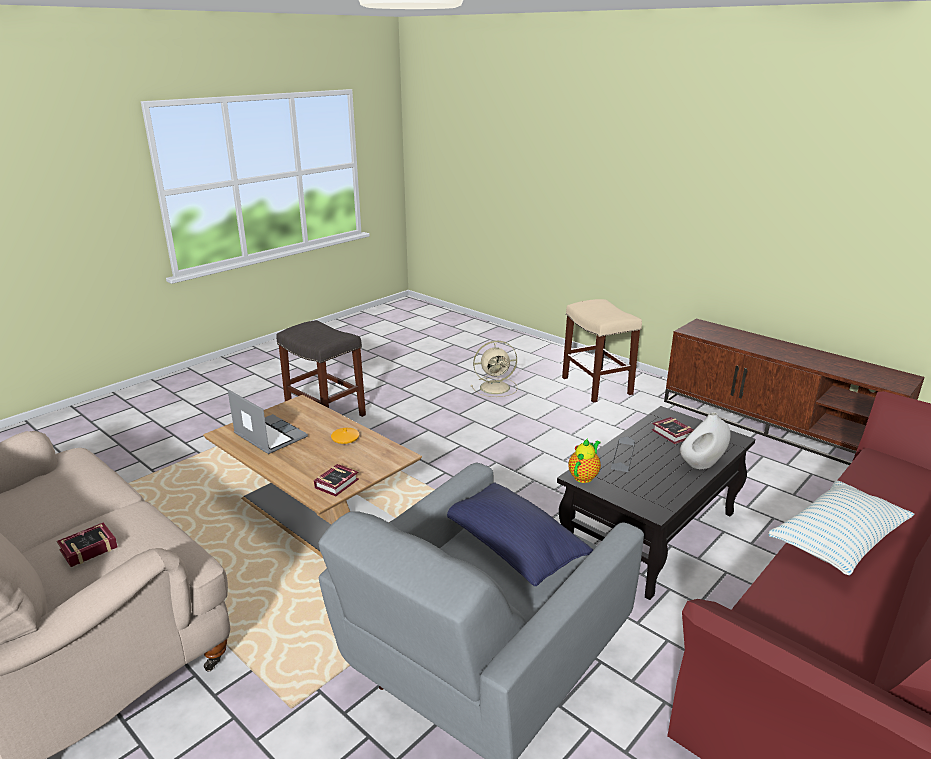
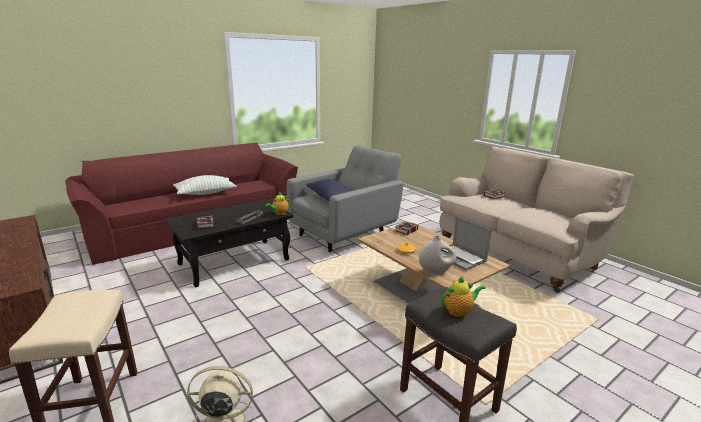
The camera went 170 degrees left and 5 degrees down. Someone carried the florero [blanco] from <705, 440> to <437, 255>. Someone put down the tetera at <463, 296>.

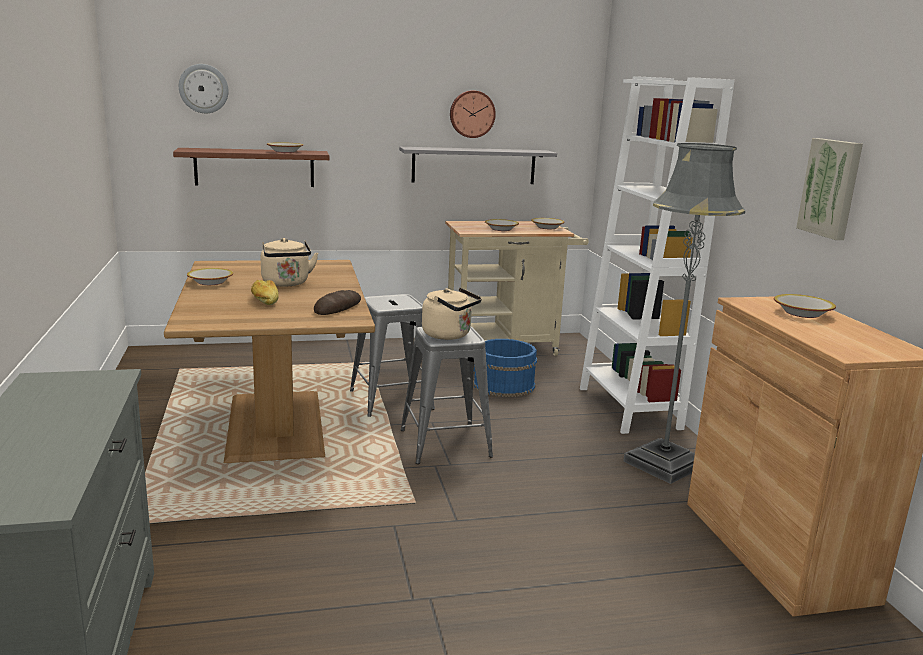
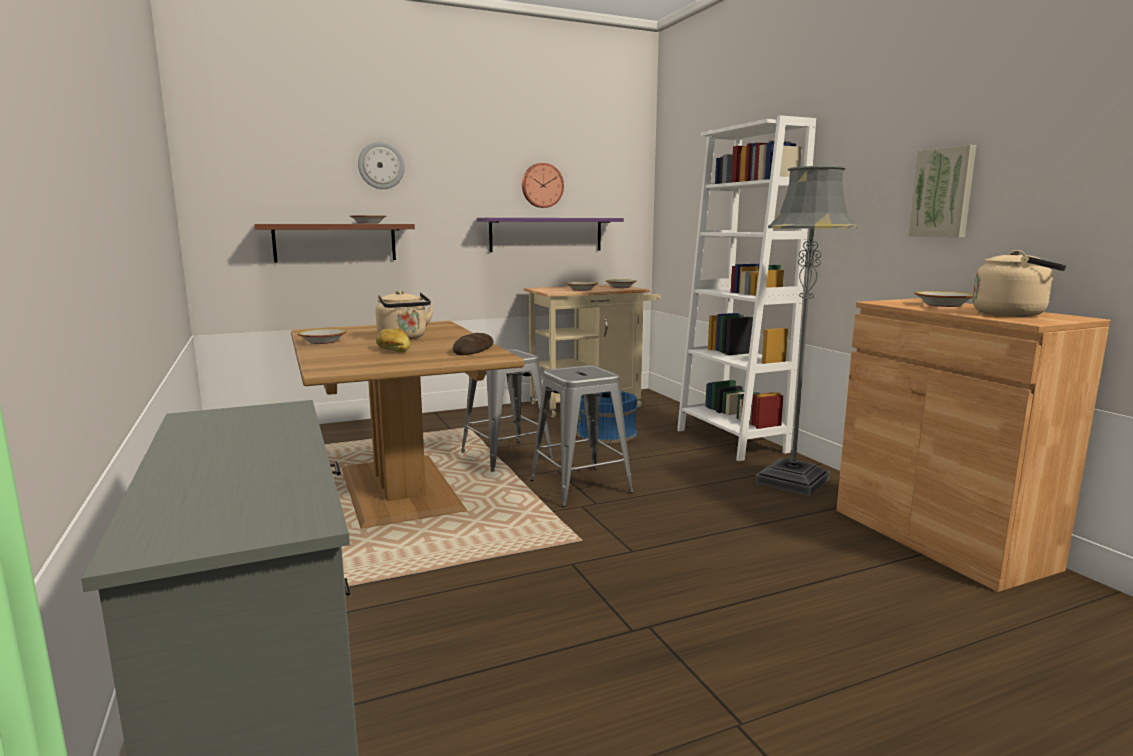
The camera went 10 degrees left and 5 degrees down. Someone carried the reloj de pared from <204, 88> to <381, 165>. Someone repainted the estante [gris] at <478, 165>, which became the estante [morado] at <550, 235>. Someone carried the hervidor [beis] from <452, 314> to <1020, 283>.

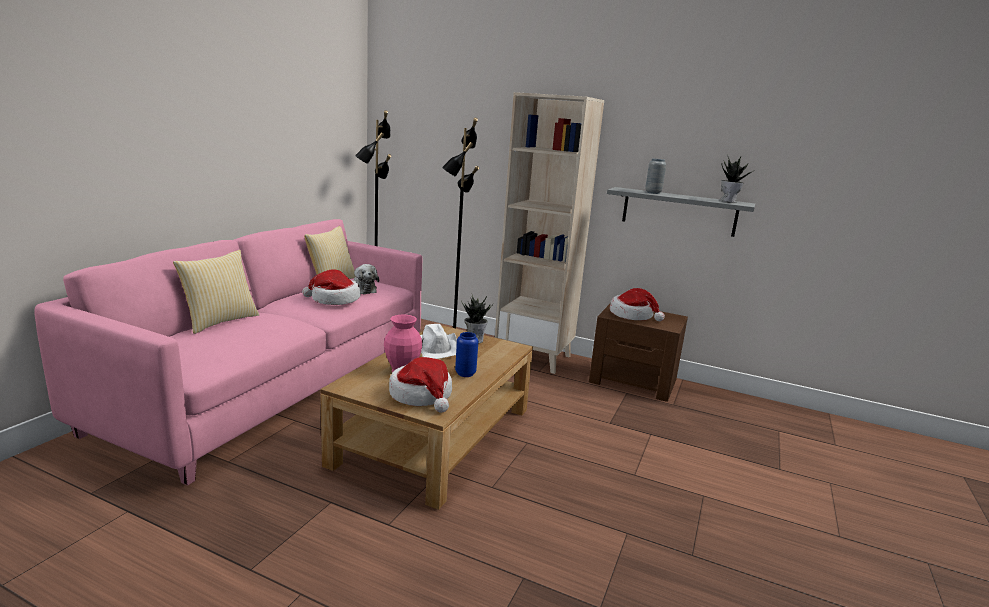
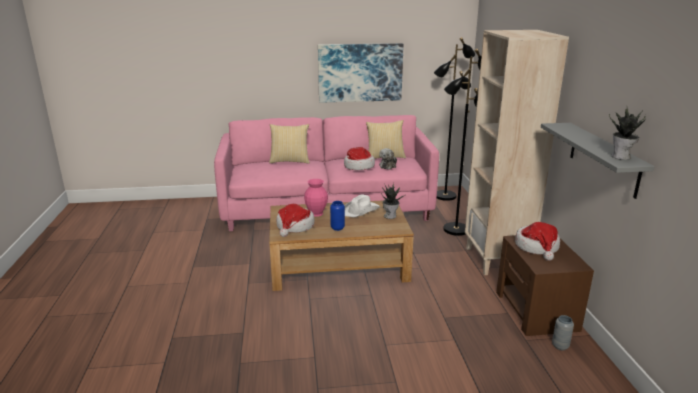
The camera went 60 degrees right and 5 degrees up. Someone put up the cuadro at <361, 73>. Someone carried the florero [gris] from <655, 176> to <563, 332>.

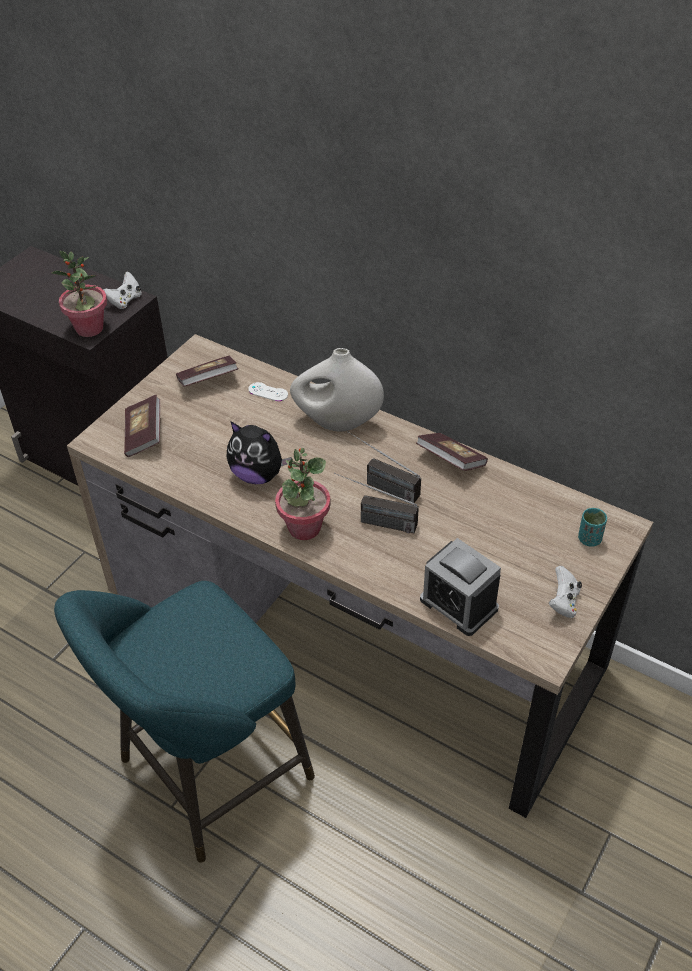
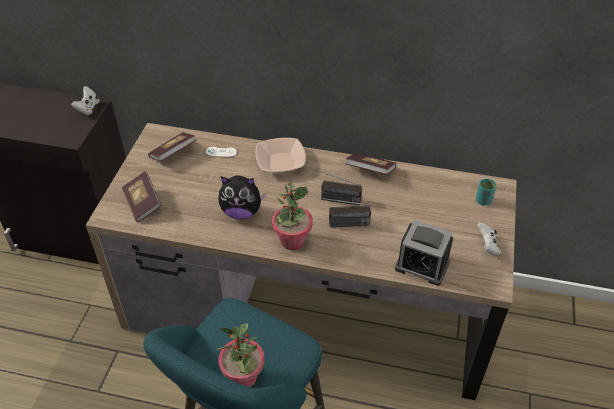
The camera went 20 degrees left and 0 degrees up. Someone carried the planta en maceta from <79, 294> to <241, 355>. Someone swapped the florero [blanco] at <337, 390> for the cuenco at <281, 155>.

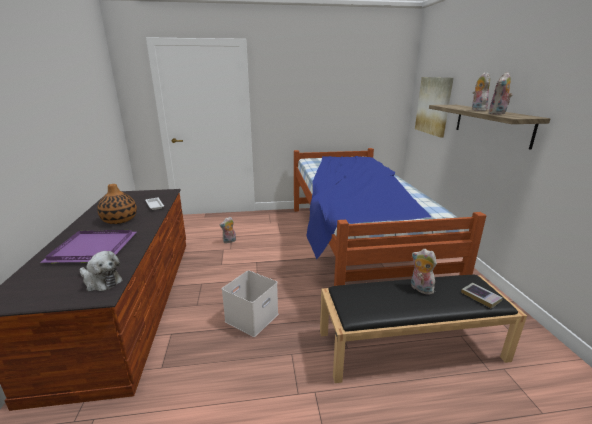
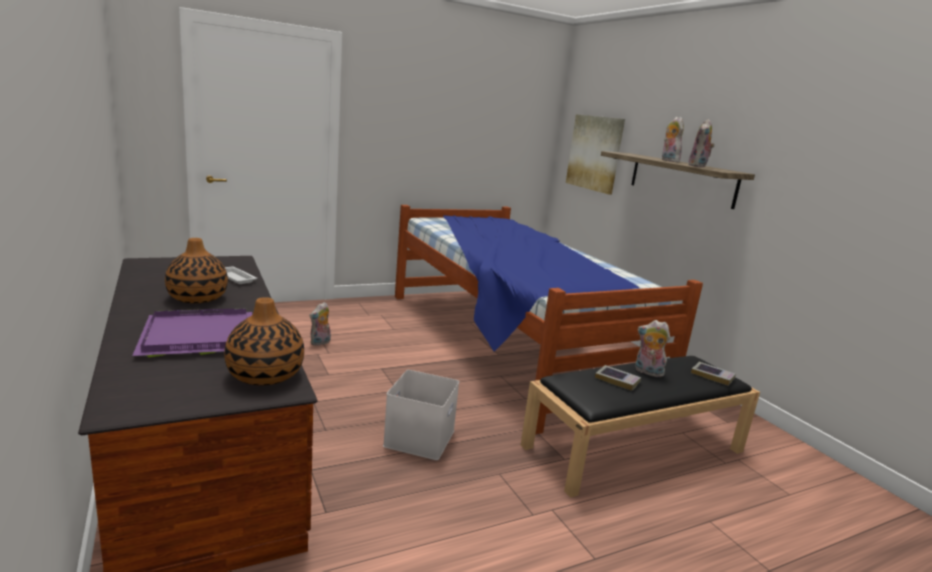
The camera went 20 degrees left and 5 degrees down. Someone swapped the peluche at <101, 271> for the florero at <264, 341>. Someone put down the libro at <618, 378>.

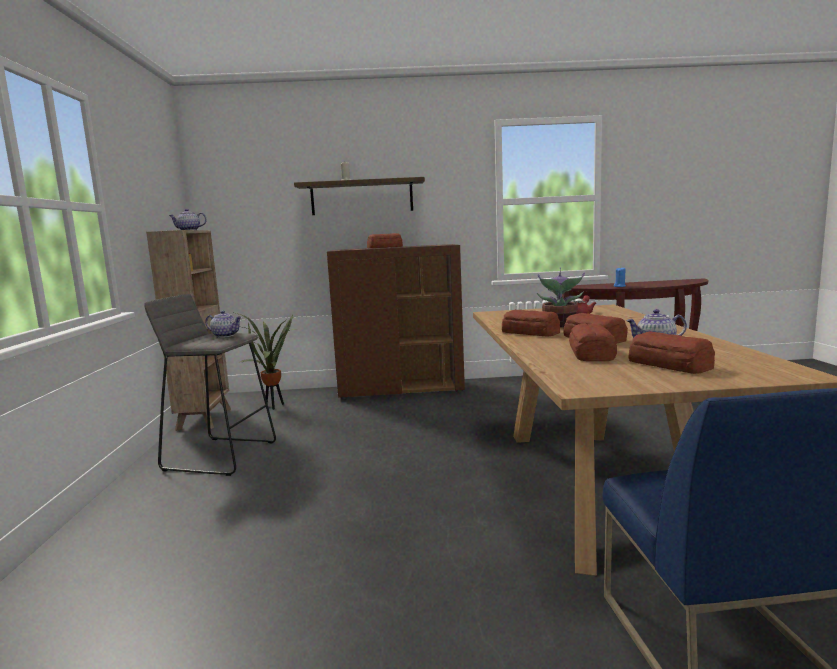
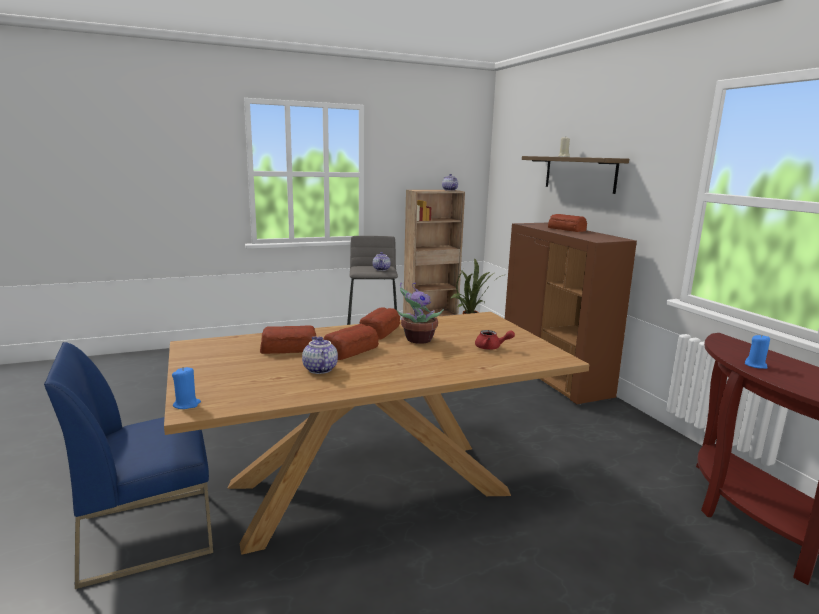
The camera went 70 degrees right and 5 degrees up. Someone put down the vela [azul] at <186, 388>. Someone took away the pan at <671, 352>.

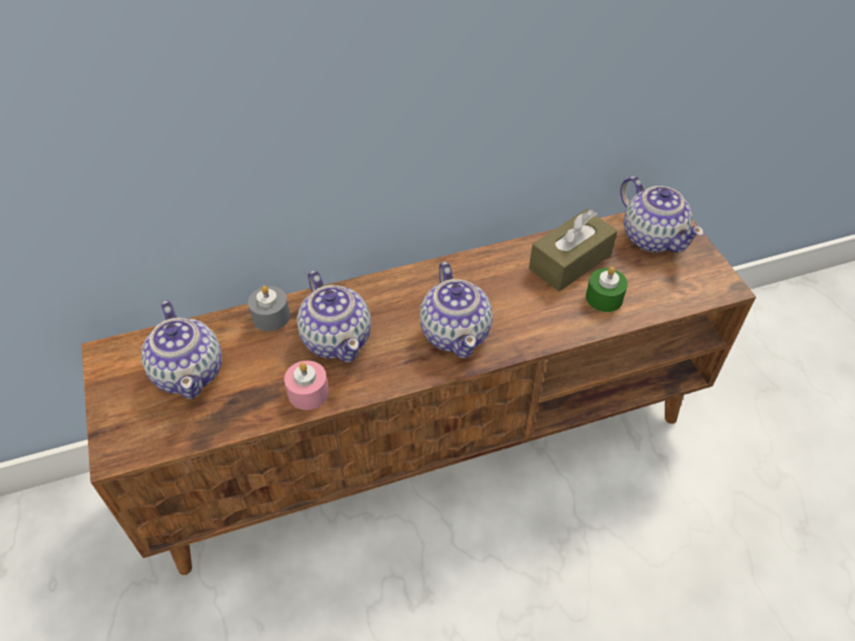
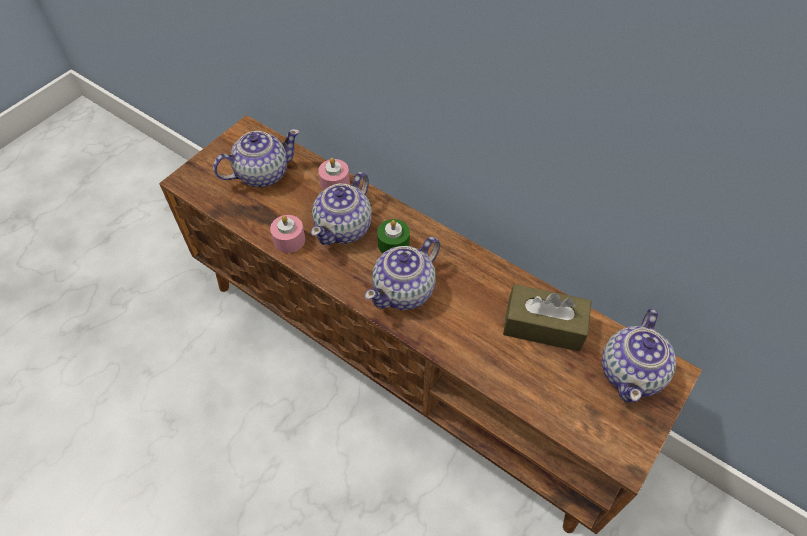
The camera went 55 degrees right and 5 degrees up. Someone rotated the tetera at <181, 350> by 150 degrees counterclockwise. Someone repainted the vela [gris] at <269, 308>, which became the vela [rosa] at <334, 174>. Someone carried the vela [verde] from <607, 289> to <393, 236>.

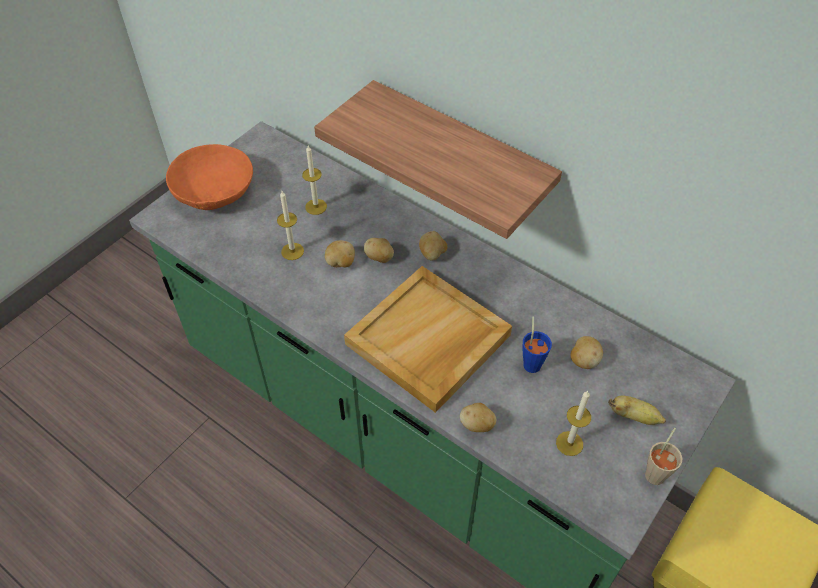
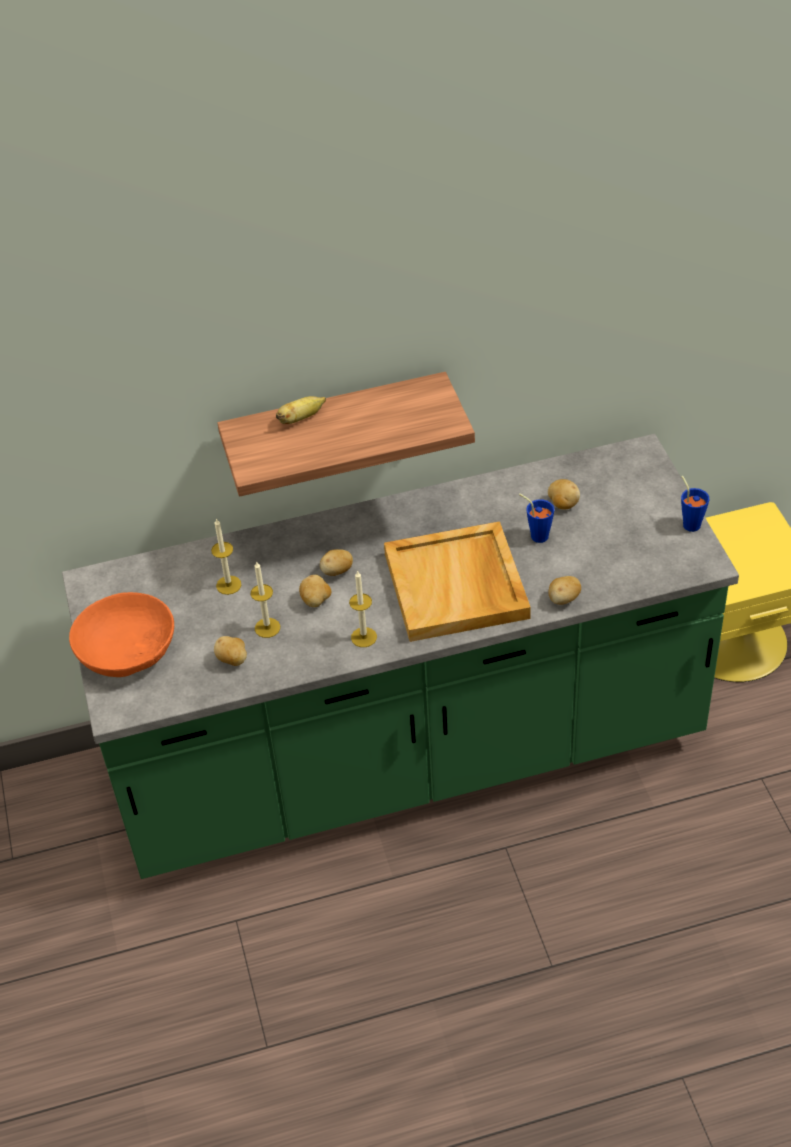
The camera went 50 degrees left and 5 degrees down. Someone carried the patata from <433, 245> to <230, 651>. Someone carried the plátano from <637, 410> to <301, 410>. Someone carried the vela from <573, 423> to <363, 608>. Someone repainted the taza [beis] at <663, 456>, which became the taza [azul] at <695, 504>.

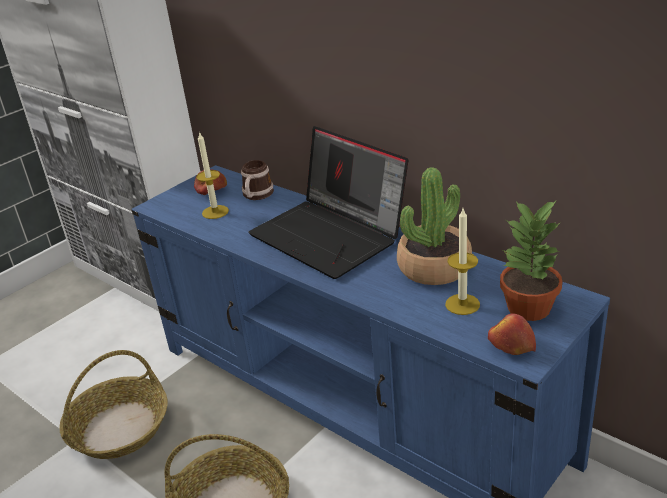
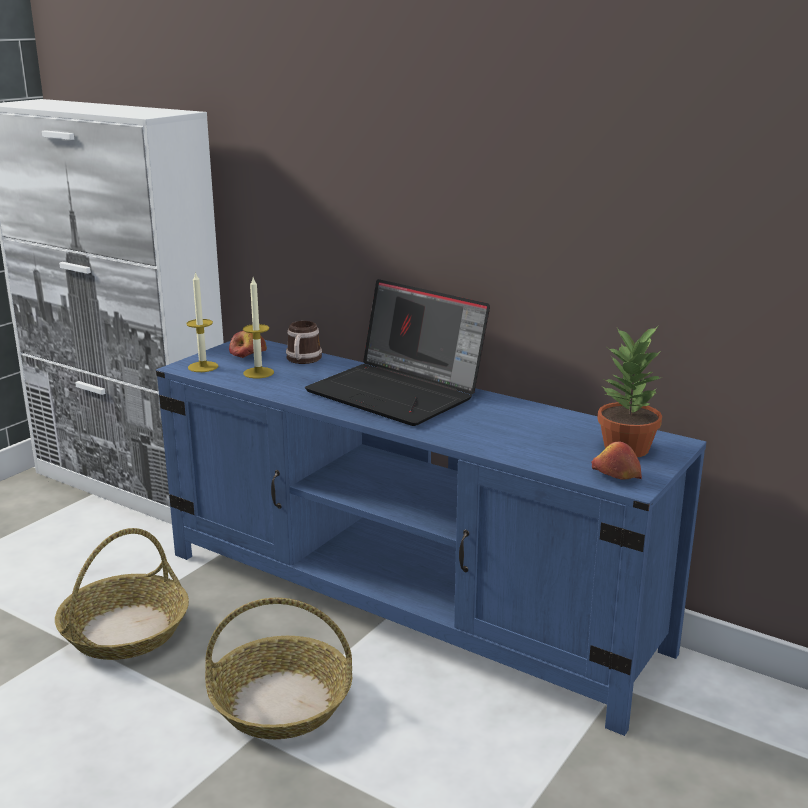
The camera went 10 degrees left and 10 degrees down. Someone carried the vela from <462, 262> to <202, 321>. Someone took away the planta en maceta at <434, 226>.

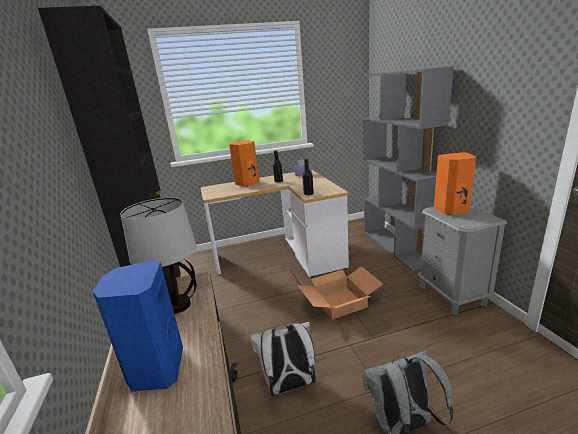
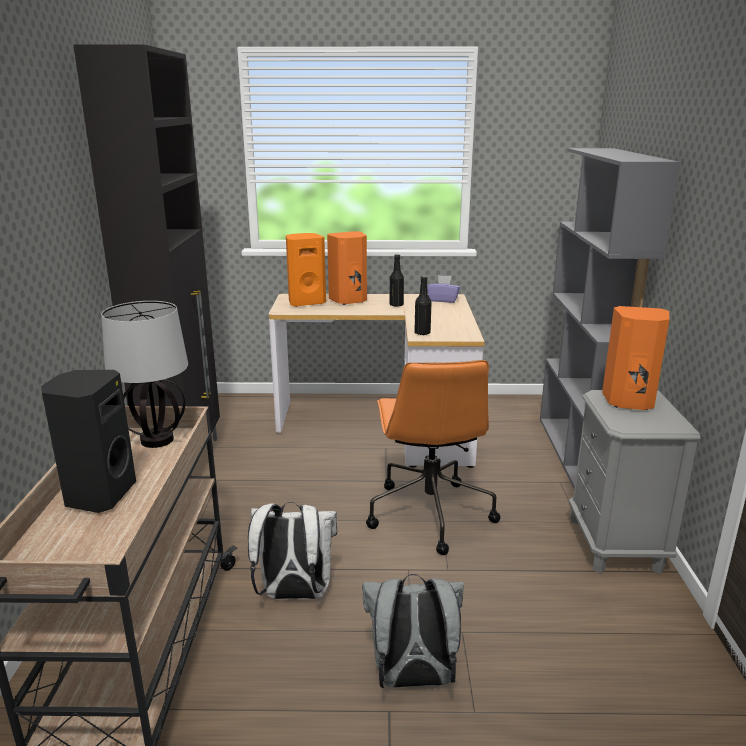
The camera went 15 degrees right and 0 degrees up. Someone repainted the altavoz [azul] at <138, 325>, which became the altavoz [negro] at <88, 441>. Someone put down the altavoz [naranja] at <306, 270>. Someone swapped the caja de cartón at <340, 293> for the silla de oficina [naranja] at <433, 457>.

